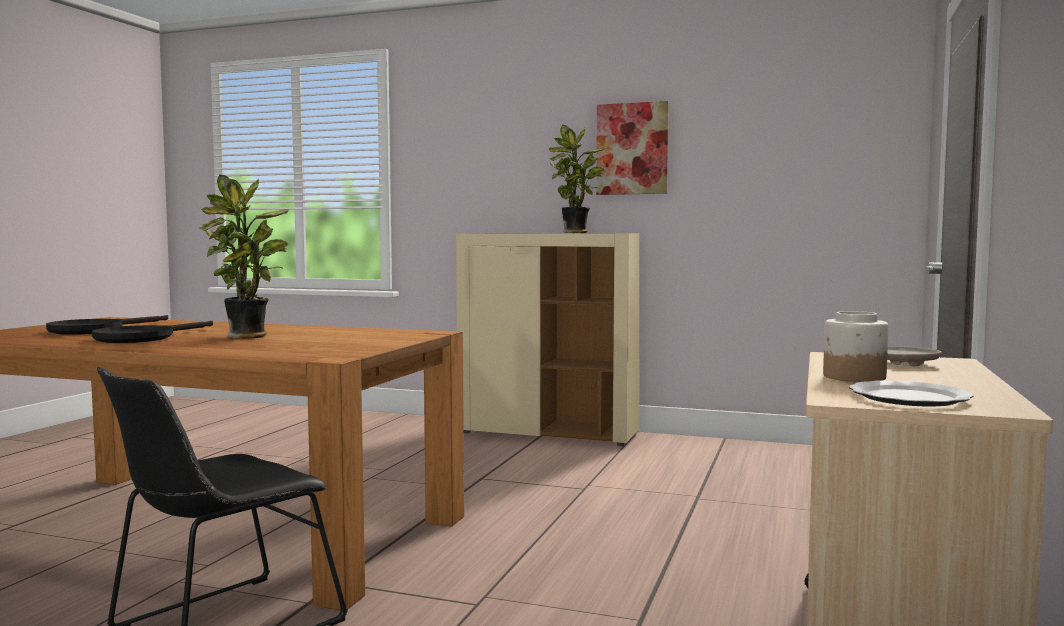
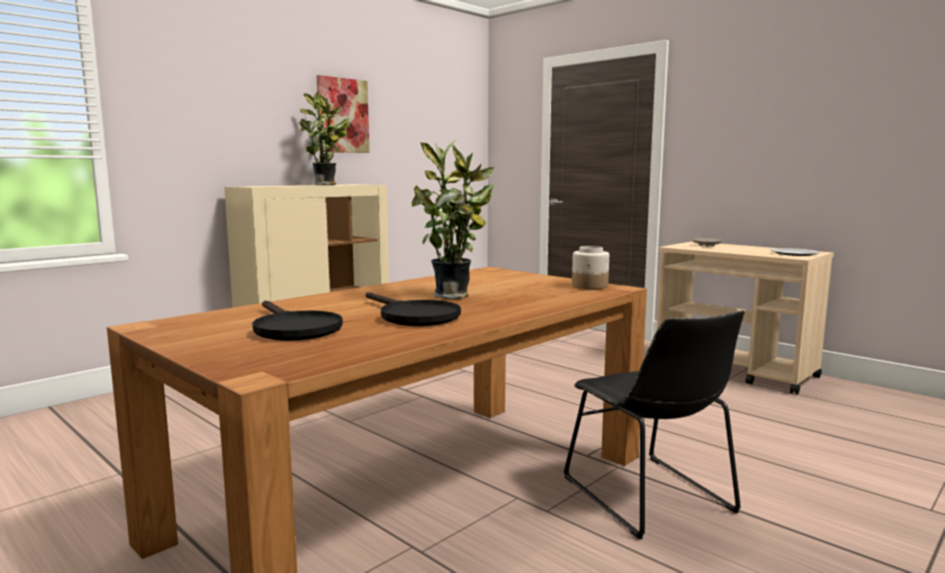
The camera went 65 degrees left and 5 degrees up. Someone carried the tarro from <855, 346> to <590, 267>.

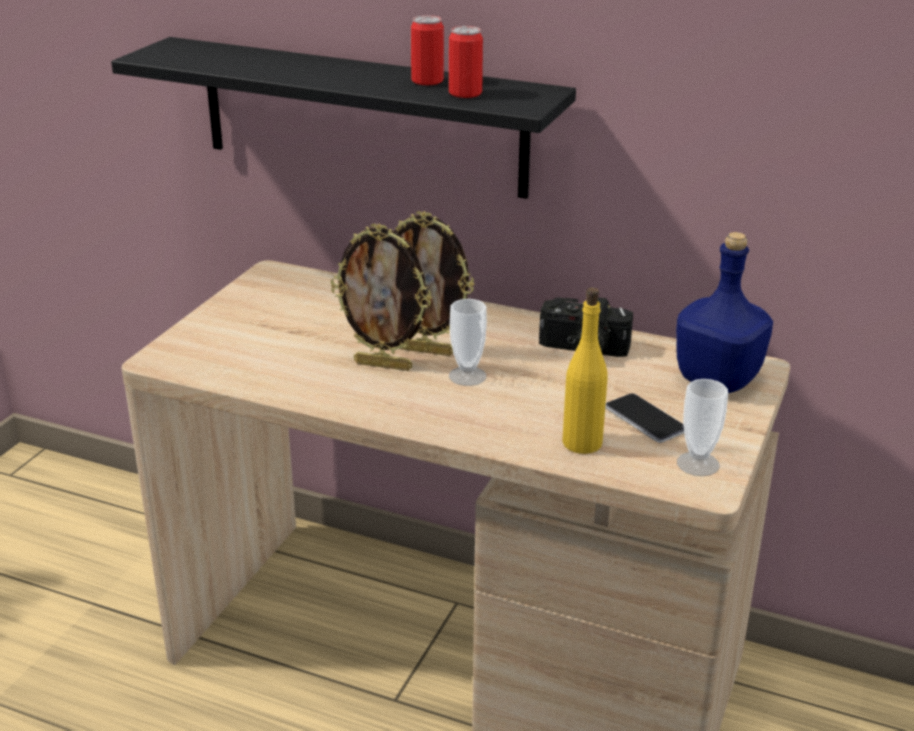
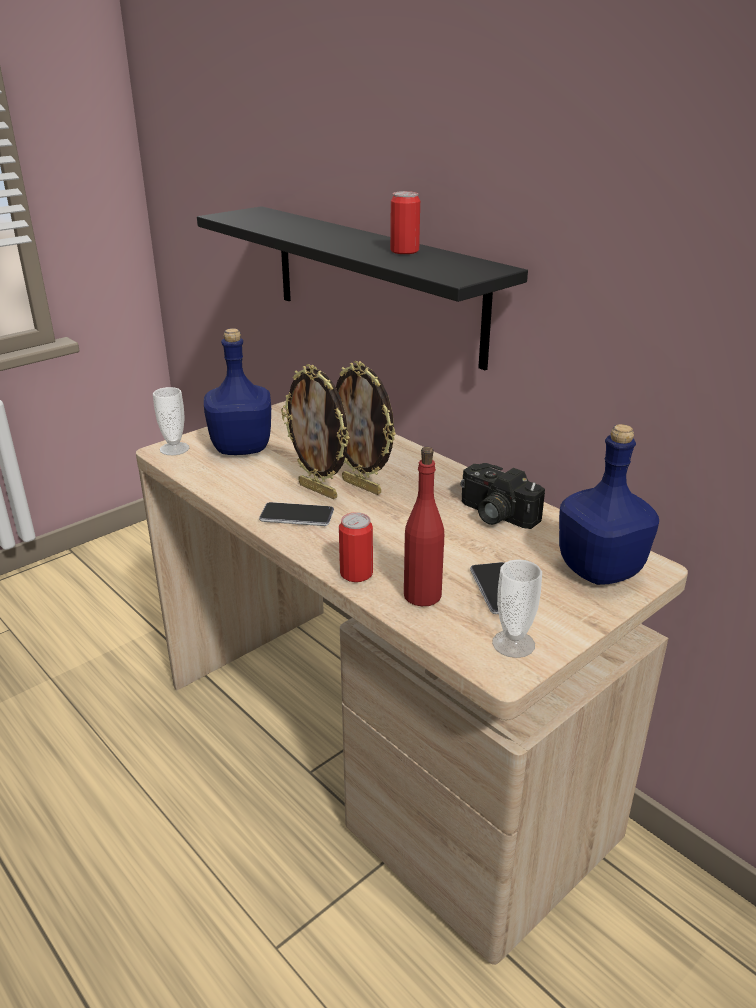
The camera went 25 degrees right and 0 degrees up. Someone carried the taza from <468, 342> to <171, 421>. Someone put down the botella [azul] at <237, 391>. Someone put down the móvil at <296, 514>. Someone carried the lata from <466, 62> to <356, 547>. Someone repainted the botella [amarillo] at <585, 370>, which became the botella [rojo] at <424, 526>.

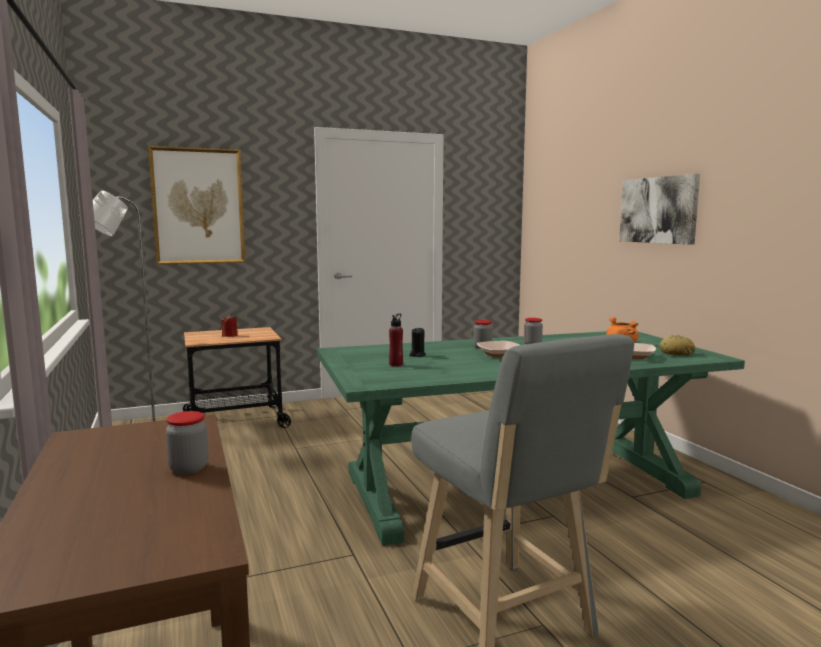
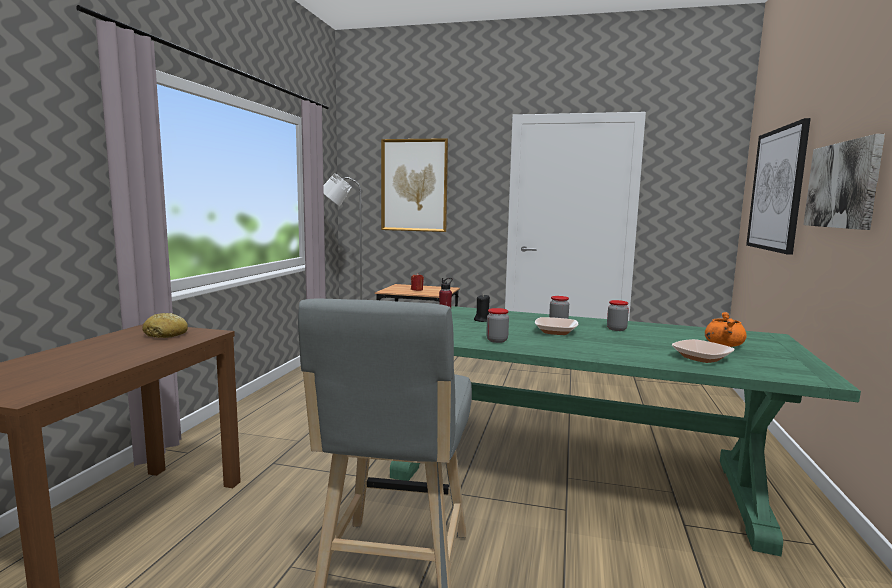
The camera went 35 degrees right and 0 degrees up. Someone carried the pan from <677, 345> to <165, 325>. Someone carried the tarro from <187, 442> to <497, 325>. Someone put up the cuadro at <778, 186>.

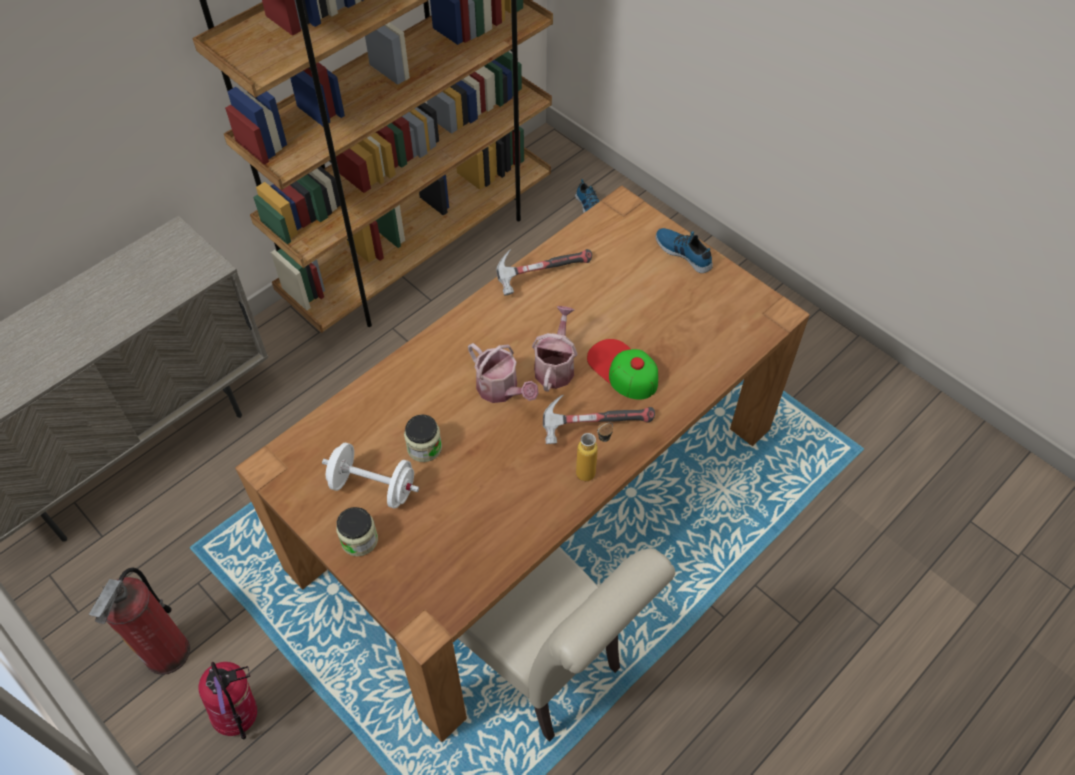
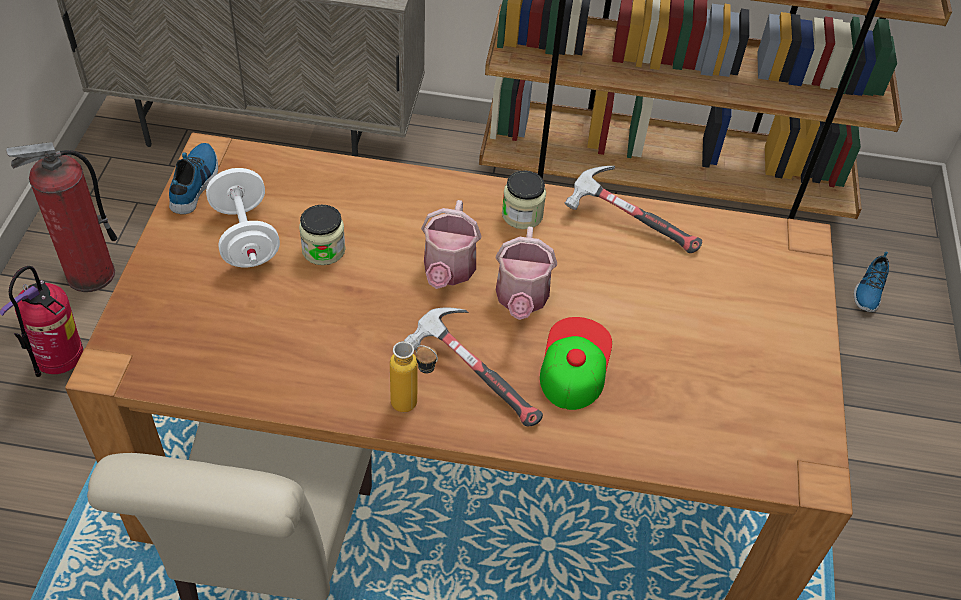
The camera went 50 degrees right and 5 degrees down. Someone carried the zapato from <684, 250> to <193, 178>. Someone rotated the regadera at <555, 349> by 120 degrees clockwise. Someone carried the tarro from <357, 531> to <524, 199>.

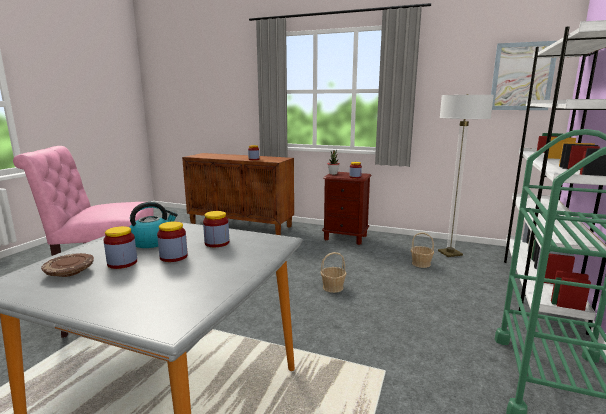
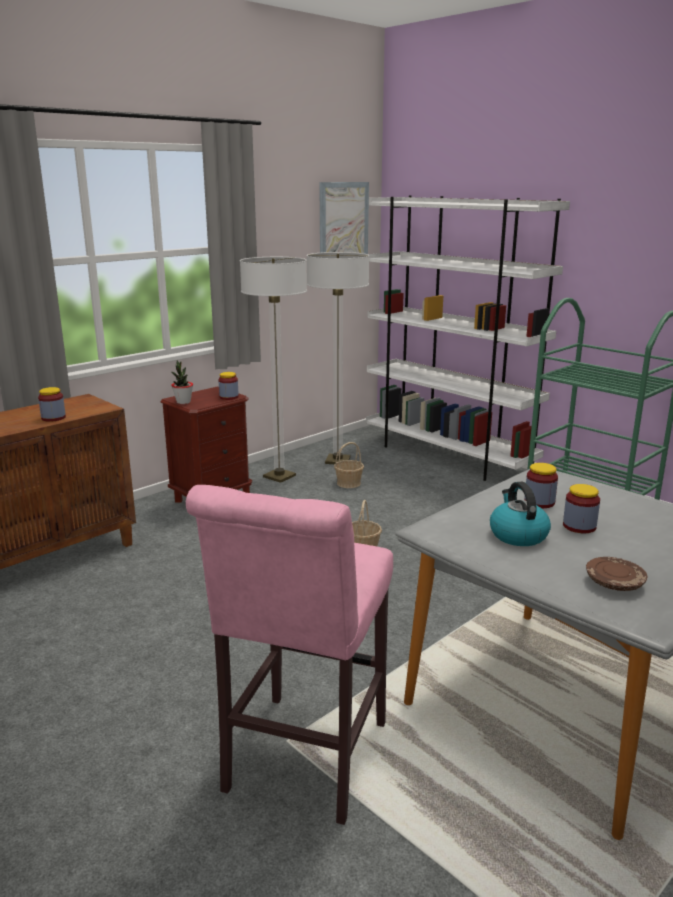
The camera went 65 degrees left and 5 degrees up. Someone put down the lámpara de pie at <273, 370>. Someone took away the tarro at <120, 247>.

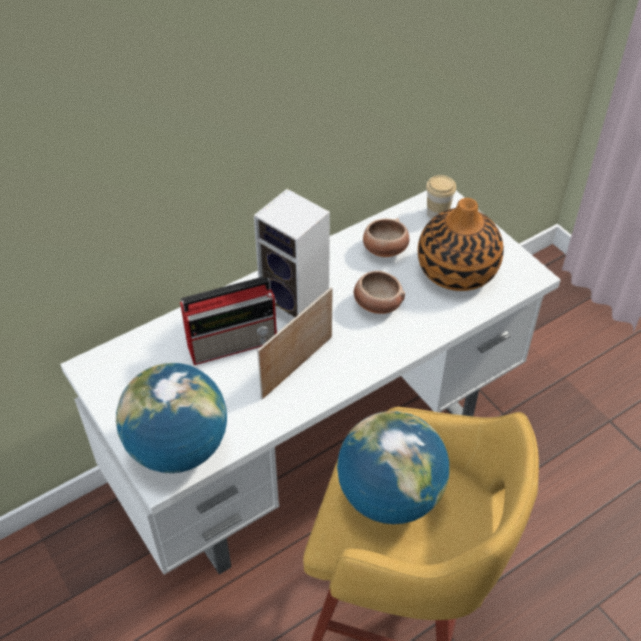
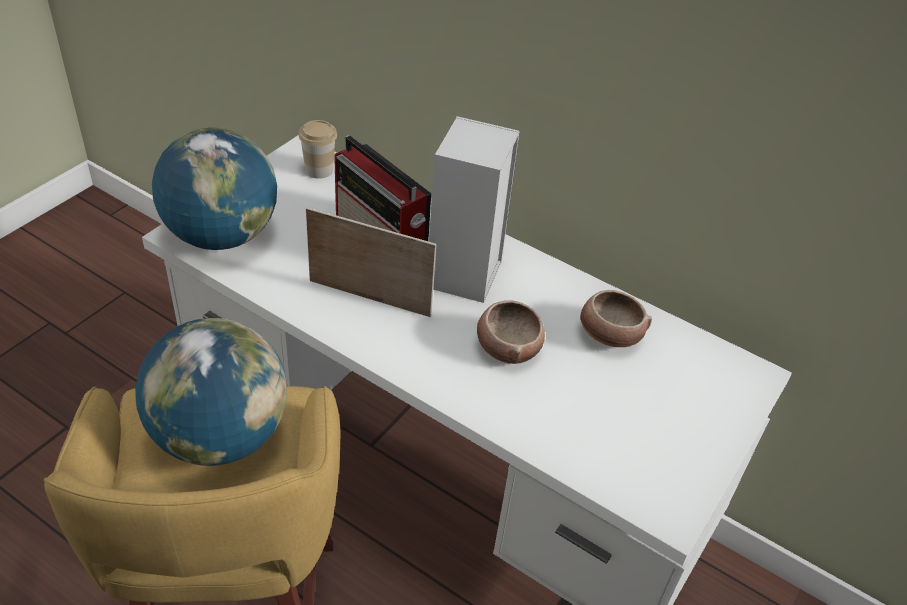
The camera went 65 degrees right and 5 degrees down. Someone carried the taza from <441, 197> to <318, 149>. Someone took away the florero at <461, 244>.

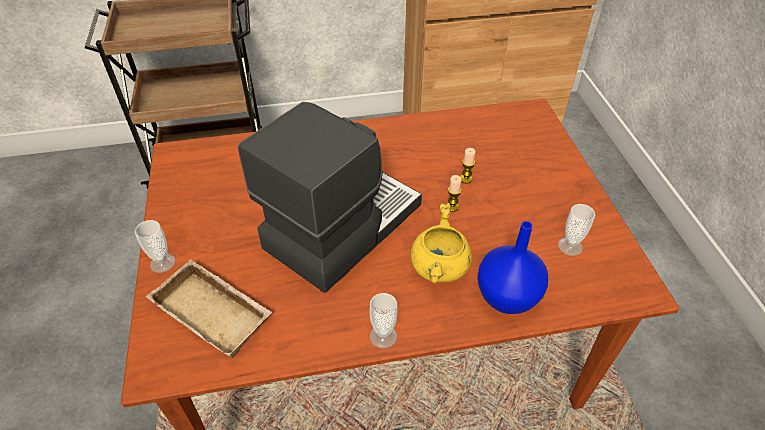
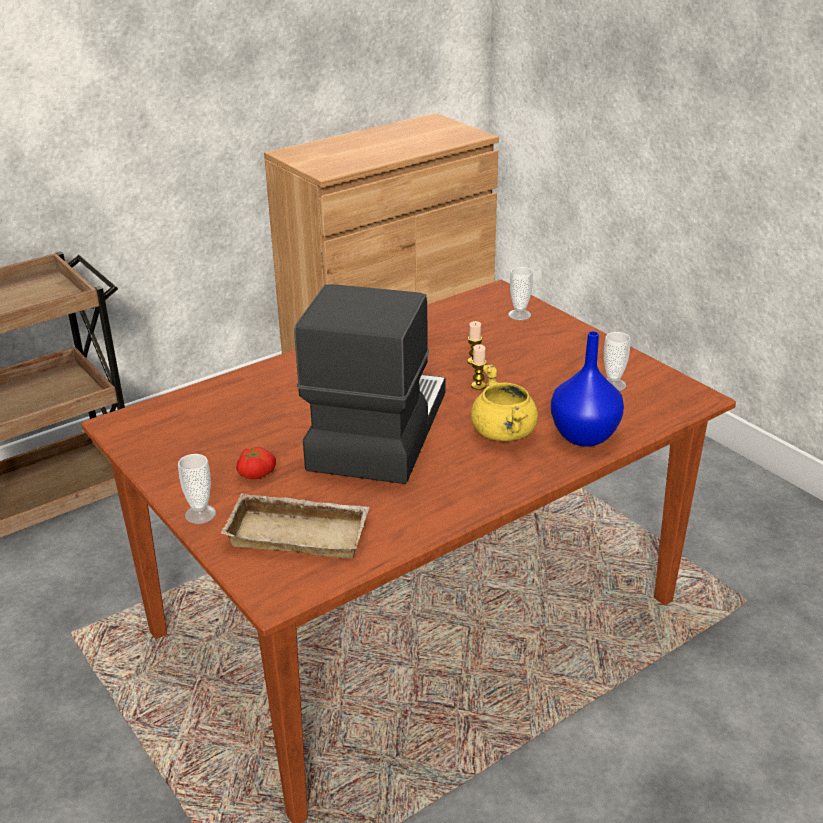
The camera went 25 degrees left and 15 degrees down. Someone put down the tomate at <256, 463>. Someone carried the taza from <383, 320> to <520, 293>.

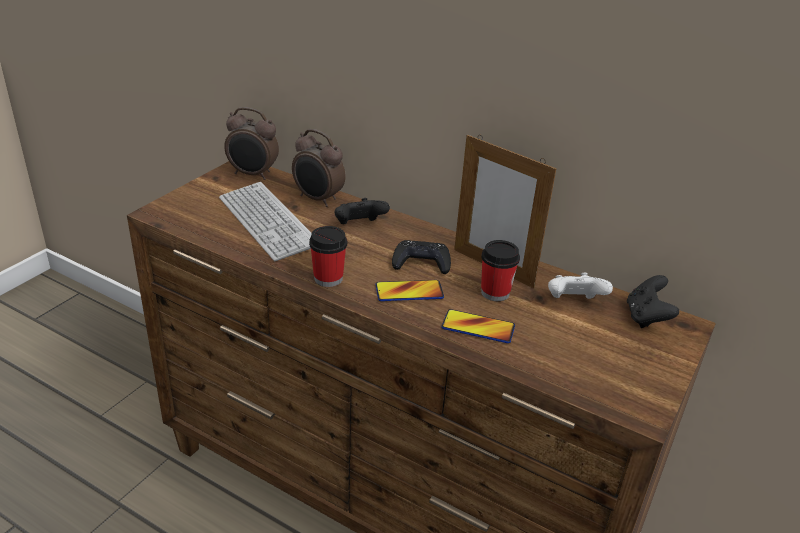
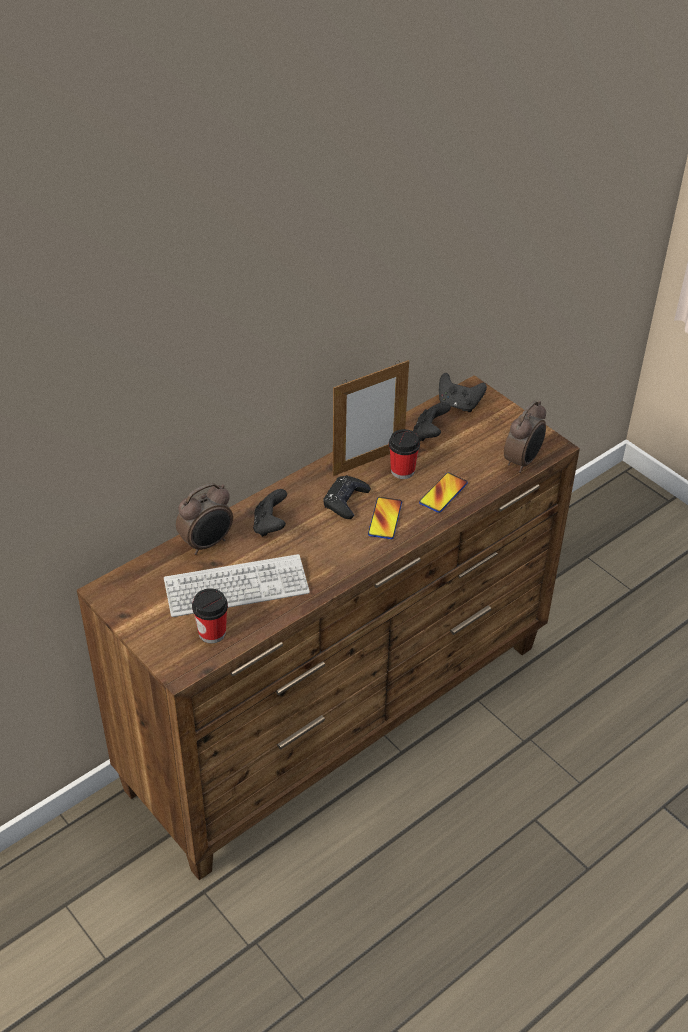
The camera went 70 degrees left and 10 degrees up. Someone carried the taza from <328, 256> to <210, 615>. Someone repainted the mando de consola [blanco] at <580, 286>, which became the mando de consola [negro] at <432, 421>. Someone carried the despertador from <251, 143> to <525, 437>.

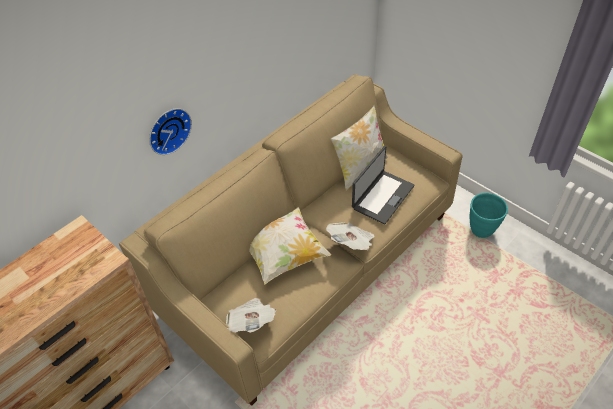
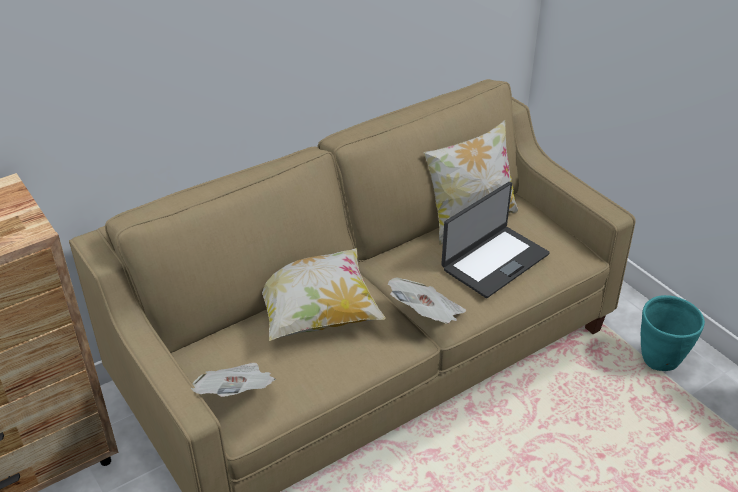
The camera went 10 degrees right and 10 degrees down. Someone took away the reloj de pared at <170, 131>.

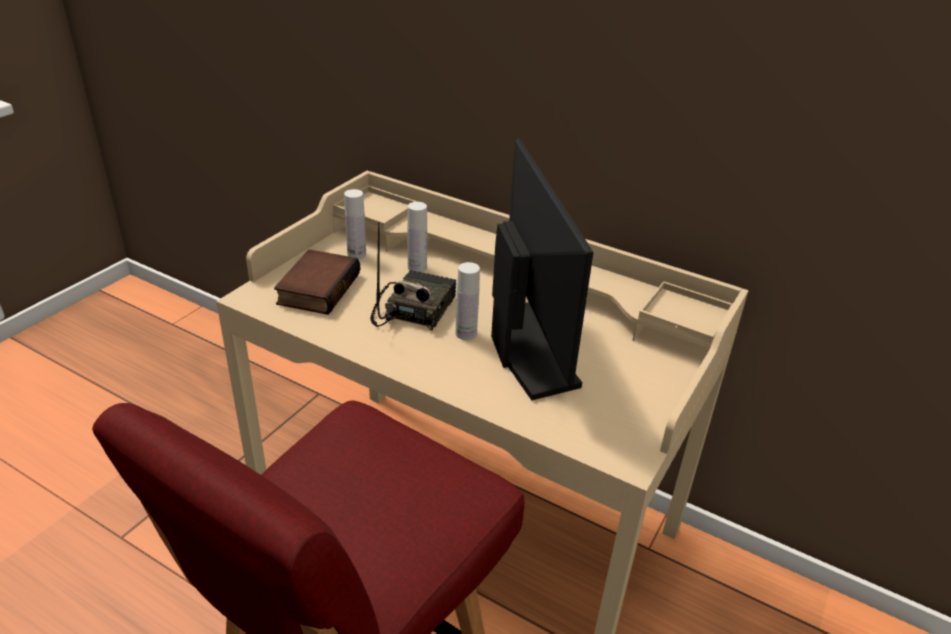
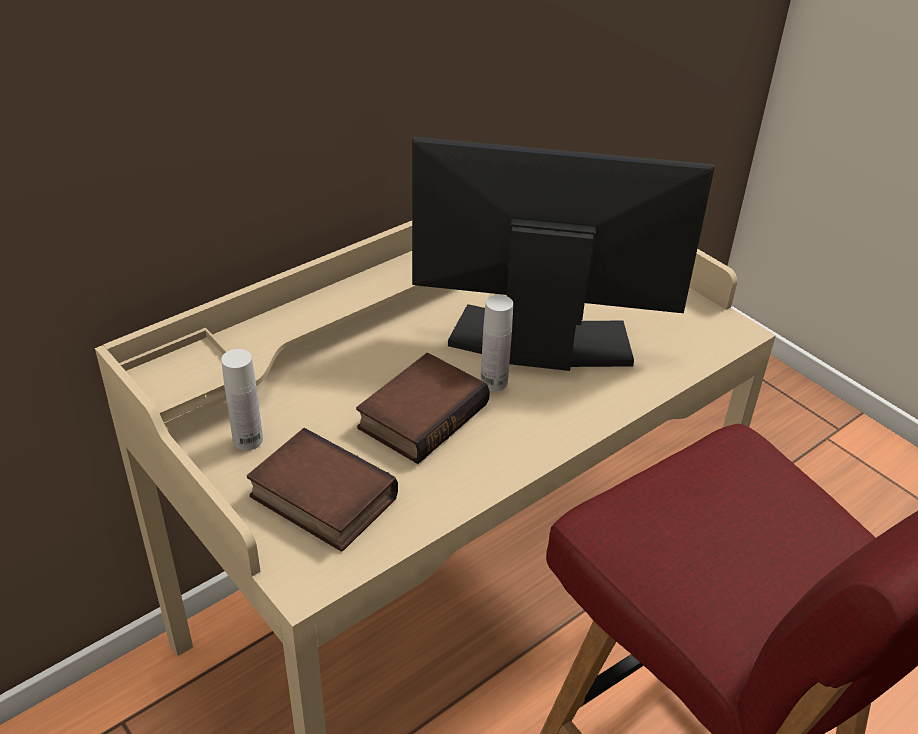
The camera went 70 degrees left and 5 degrees up. Someone swapped the radio at <413, 276> for the libro at <423, 408>. Someone took away the botella [blanco] at <417, 237>.

